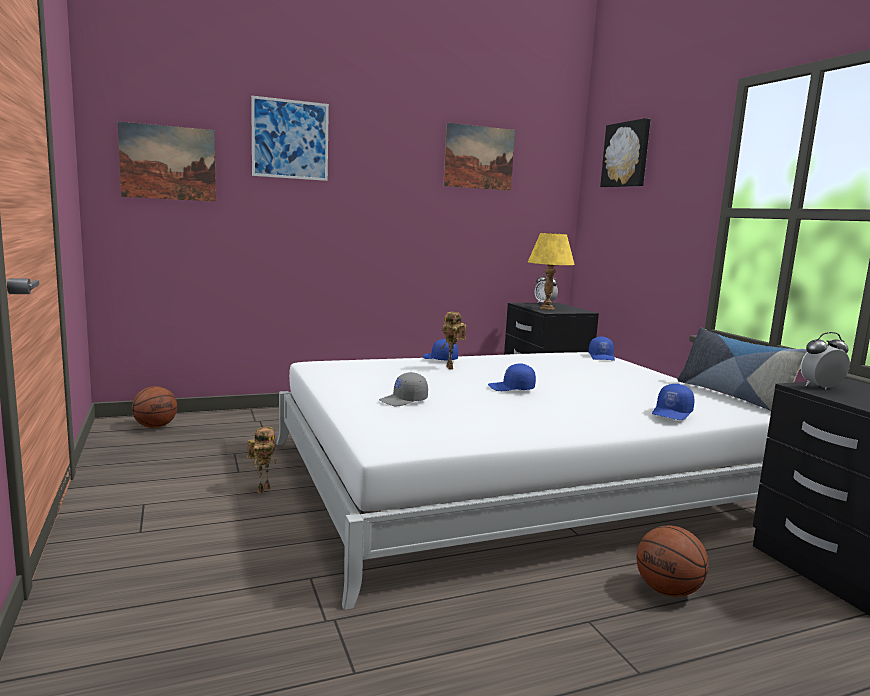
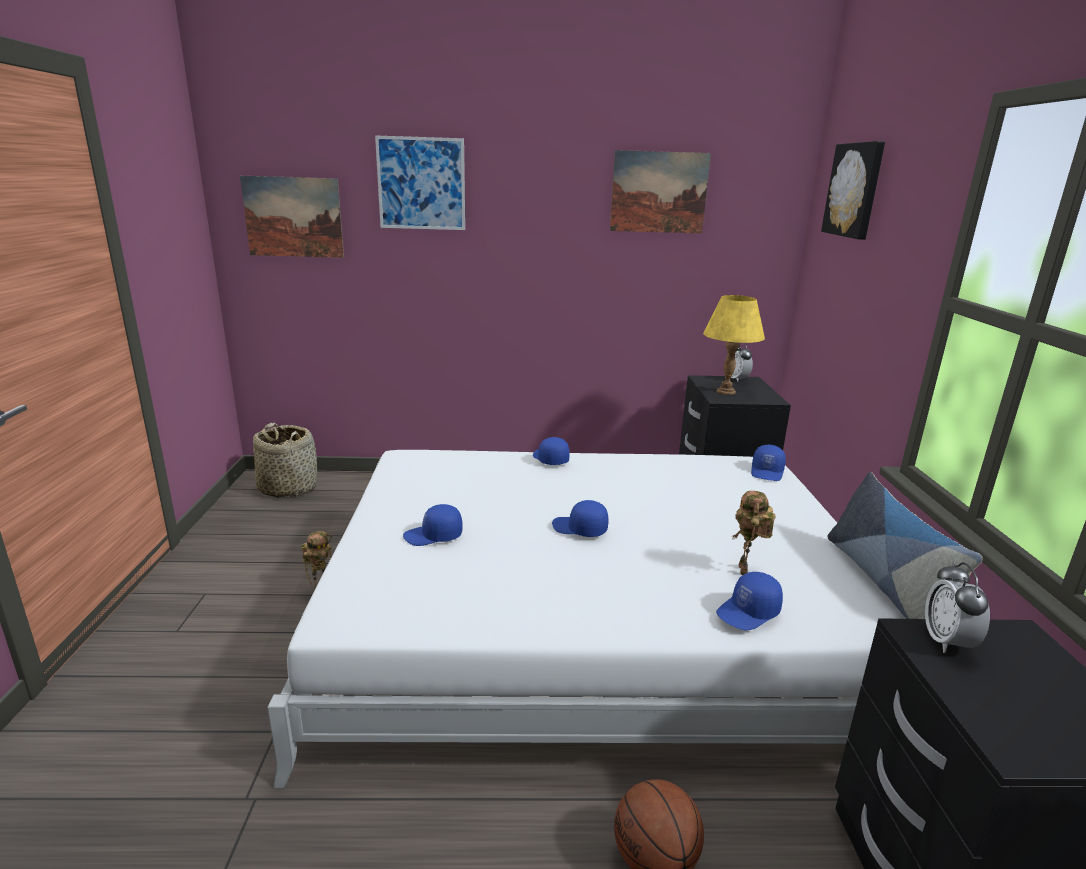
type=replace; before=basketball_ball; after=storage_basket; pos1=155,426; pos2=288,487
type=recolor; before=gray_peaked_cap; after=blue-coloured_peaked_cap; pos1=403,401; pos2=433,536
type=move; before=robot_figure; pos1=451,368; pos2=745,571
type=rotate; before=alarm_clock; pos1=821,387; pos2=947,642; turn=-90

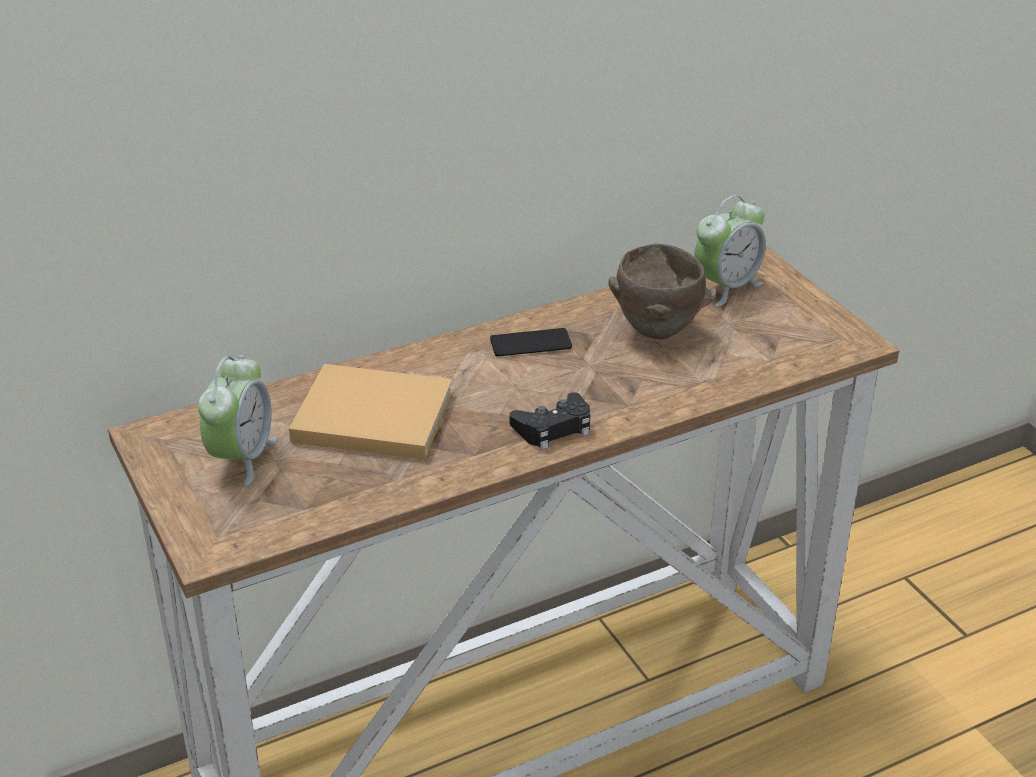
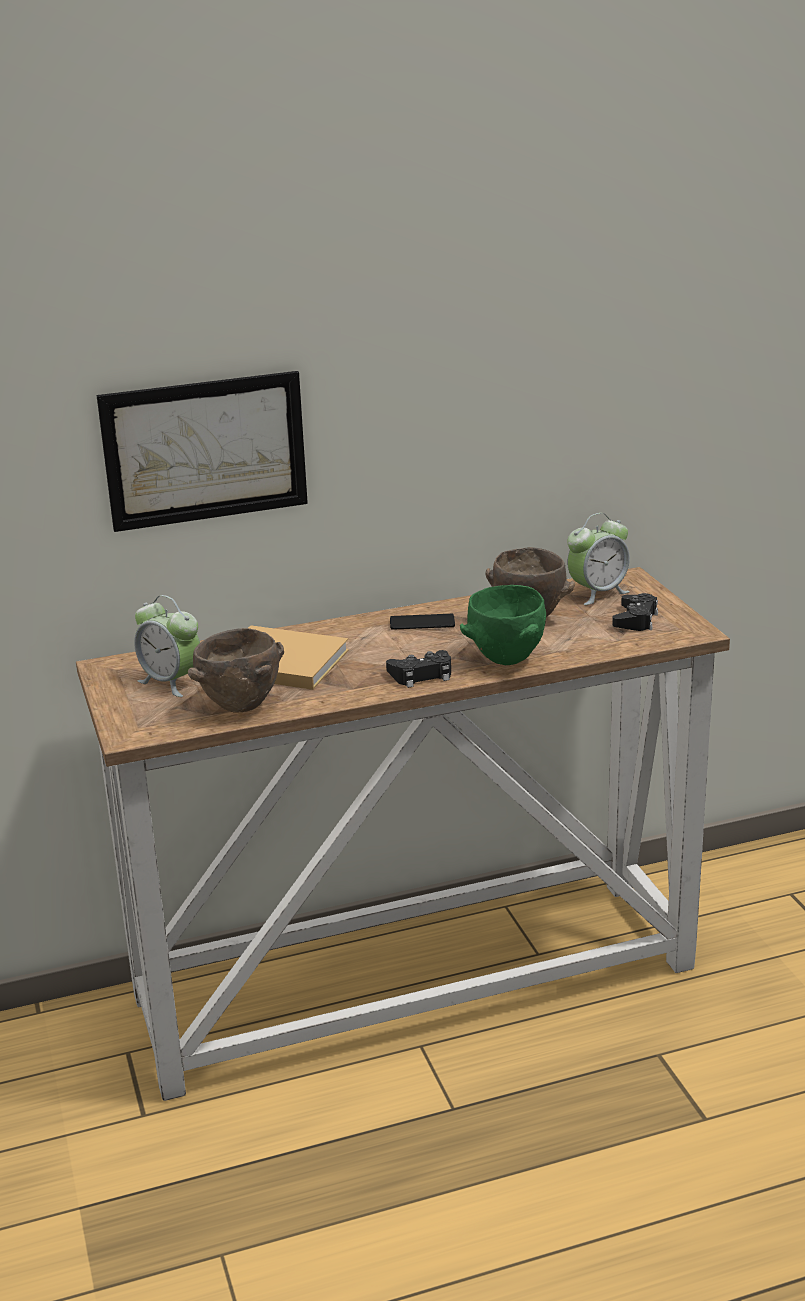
type=rotate; before=alarm_clock; pos1=242,458; pos2=171,682; turn=105
type=insert; after=picture; pos2=205,450
type=insert; after=brownish_serving_bowl; pos2=241,706
type=insert; after=green-coloured_serving_bowl; pos2=505,659
type=insert; after=blackish_gamepad; pos2=635,619

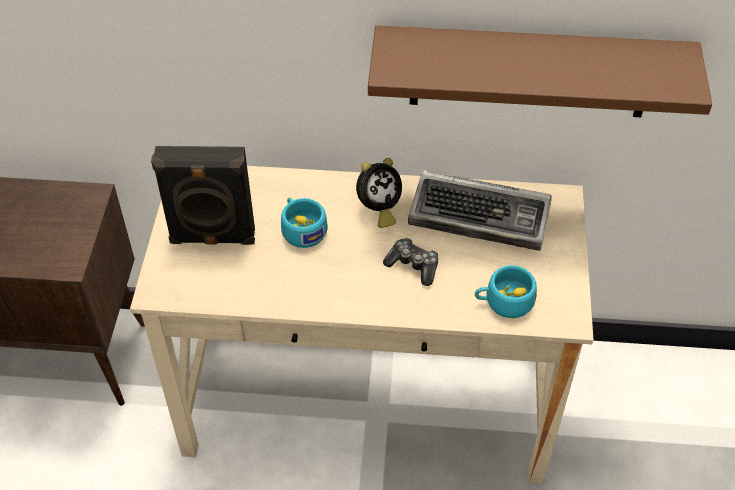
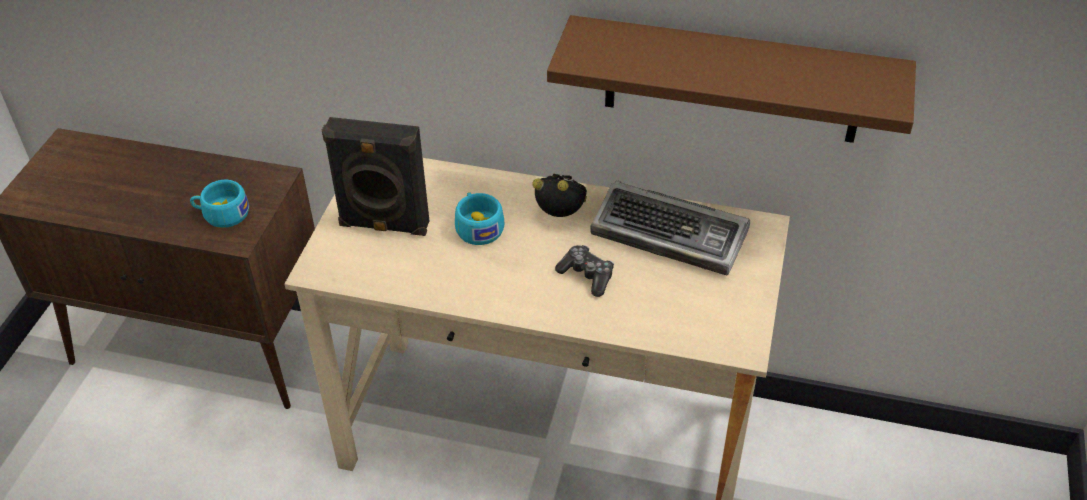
type=rotate; before=alarm_clock; pos1=378,209; pos2=562,216; turn=-135
type=move; before=turquoise_small_cup; pos1=503,301; pos2=221,214

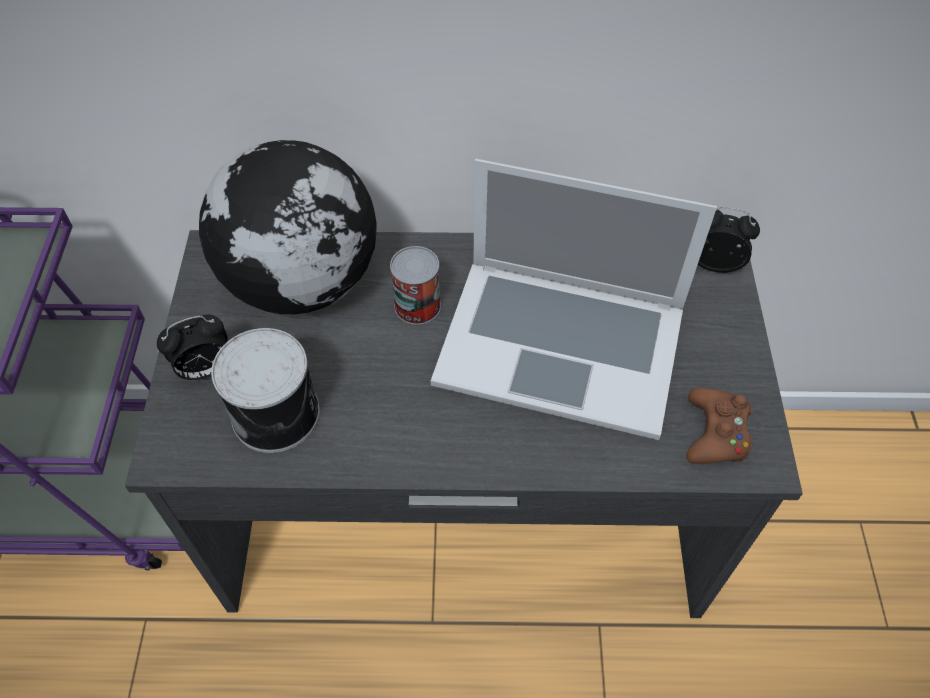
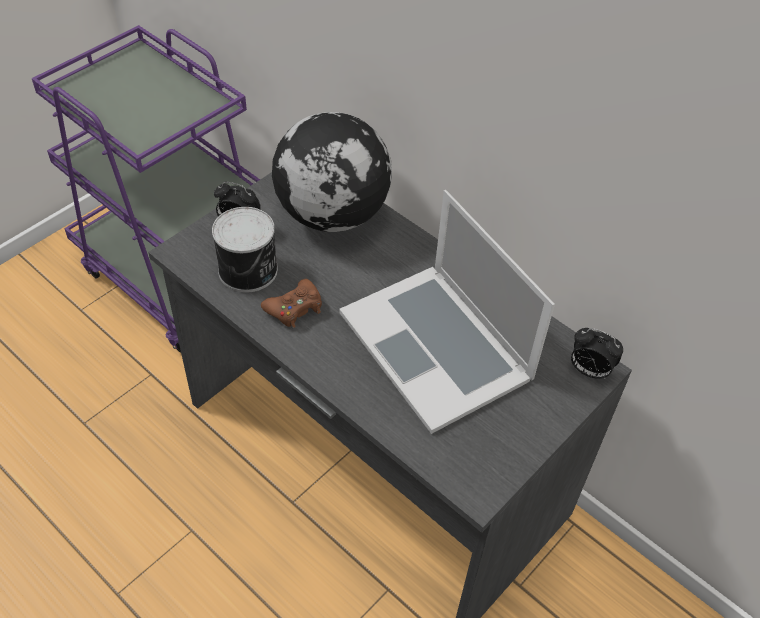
type=delete; before=sealed_can; pos1=417,306
type=move; before=brownish_gamepad; pos1=716,433; pos2=294,308
type=rotate; before=alarm_clock; pos1=715,263; pos2=589,370; turn=150

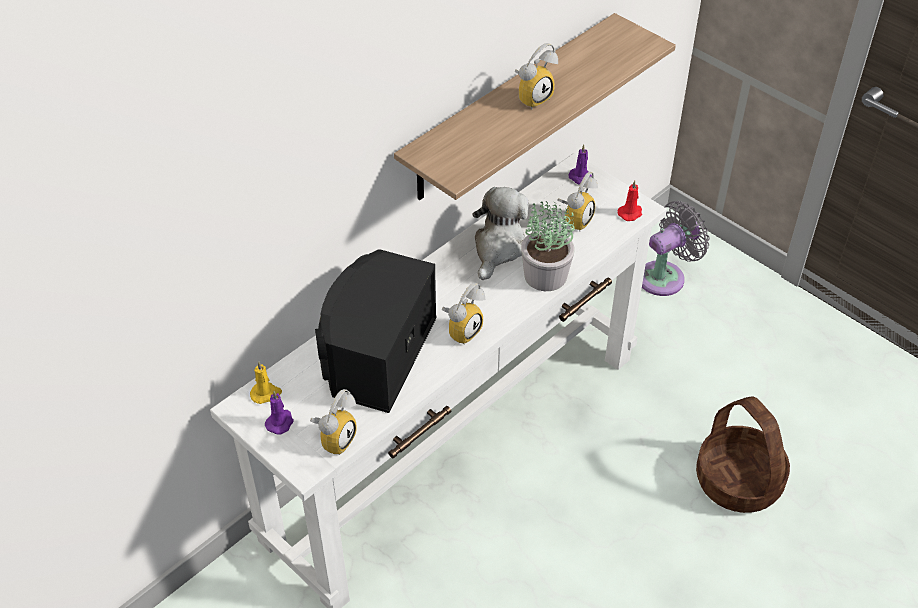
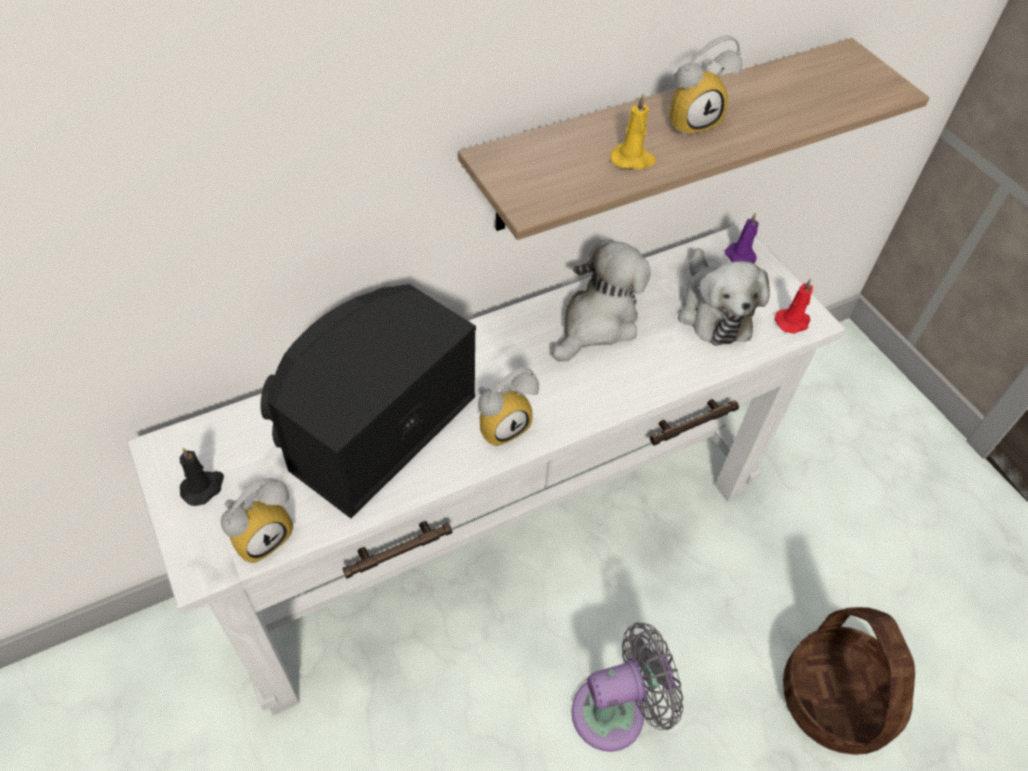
type=move; before=yellow-coloured_wax_candle; pos1=266,394; pos2=633,159
type=recolor; before=purple_wax_candle; after=blackish_wax_candle; pos1=280,422; pos2=203,487
type=delete; before=houseplant; pos1=545,276
type=replace; before=alarm_clock; after=plush_toy; pos1=575,219; pos2=713,310
type=move; before=gray_electric_fan; pos1=665,276; pos2=616,711

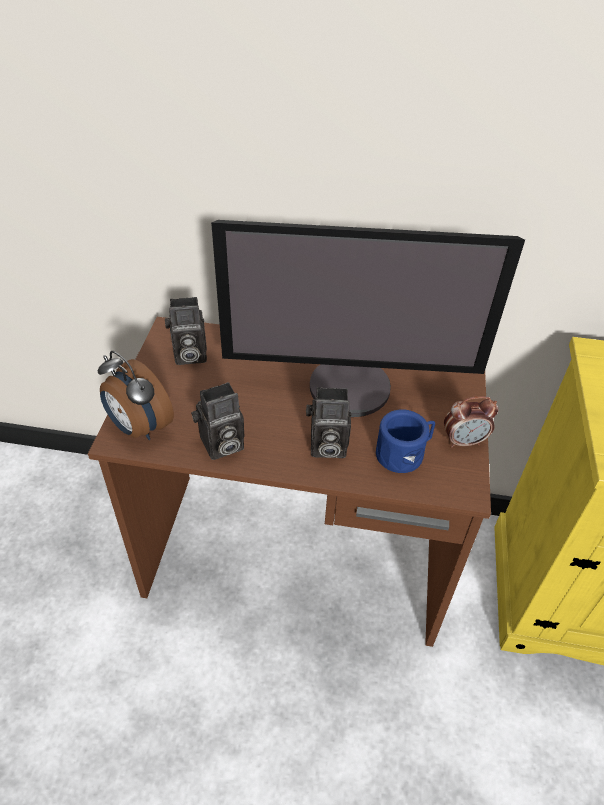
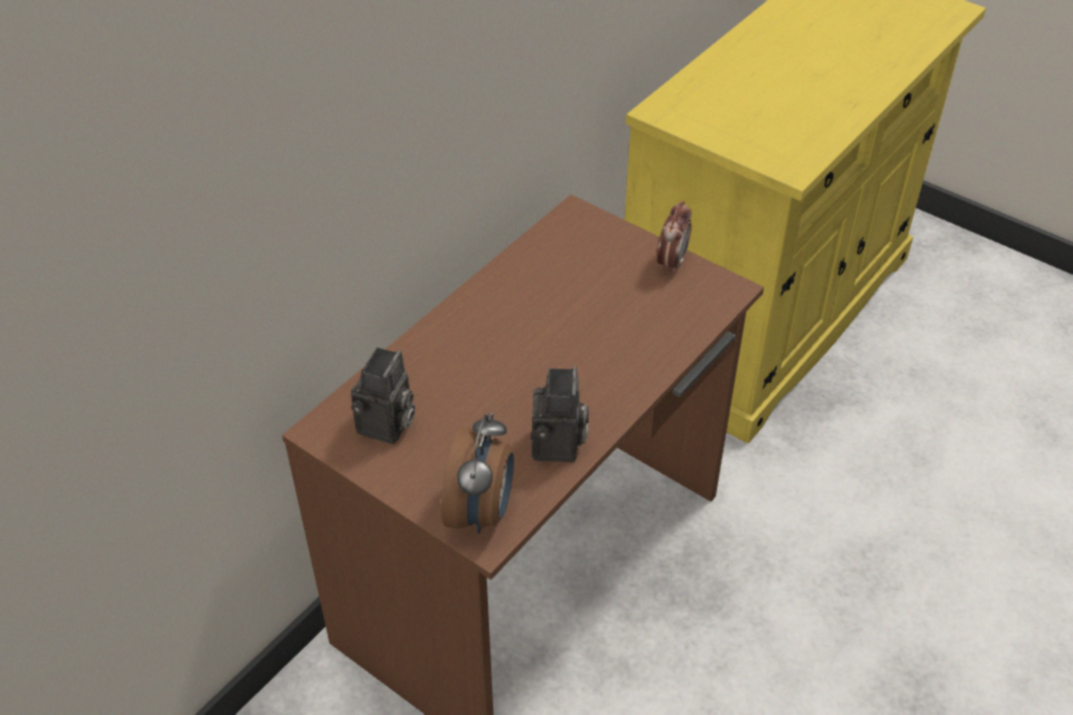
type=rotate; before=alarm_clock; pos1=139,428; pos2=481,511; turn=-60
type=delete; before=computer_screen; pos1=351,385
type=delete; before=still_camera; pos1=325,446
type=delete; before=blue-coloured_tea_mug; pos1=404,453

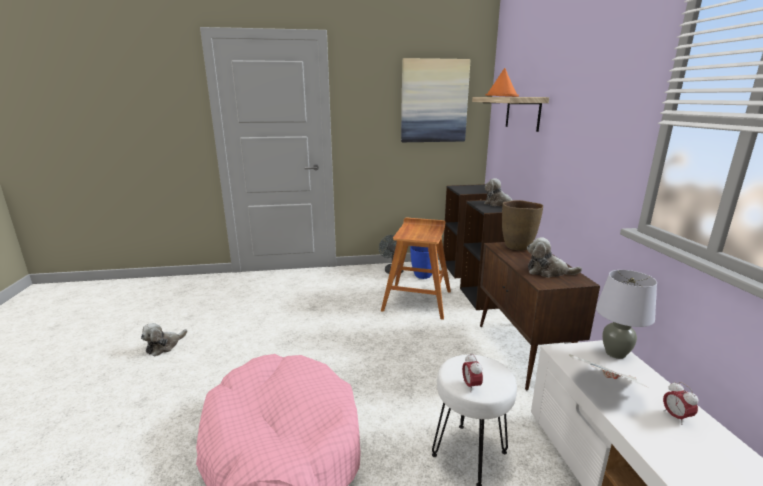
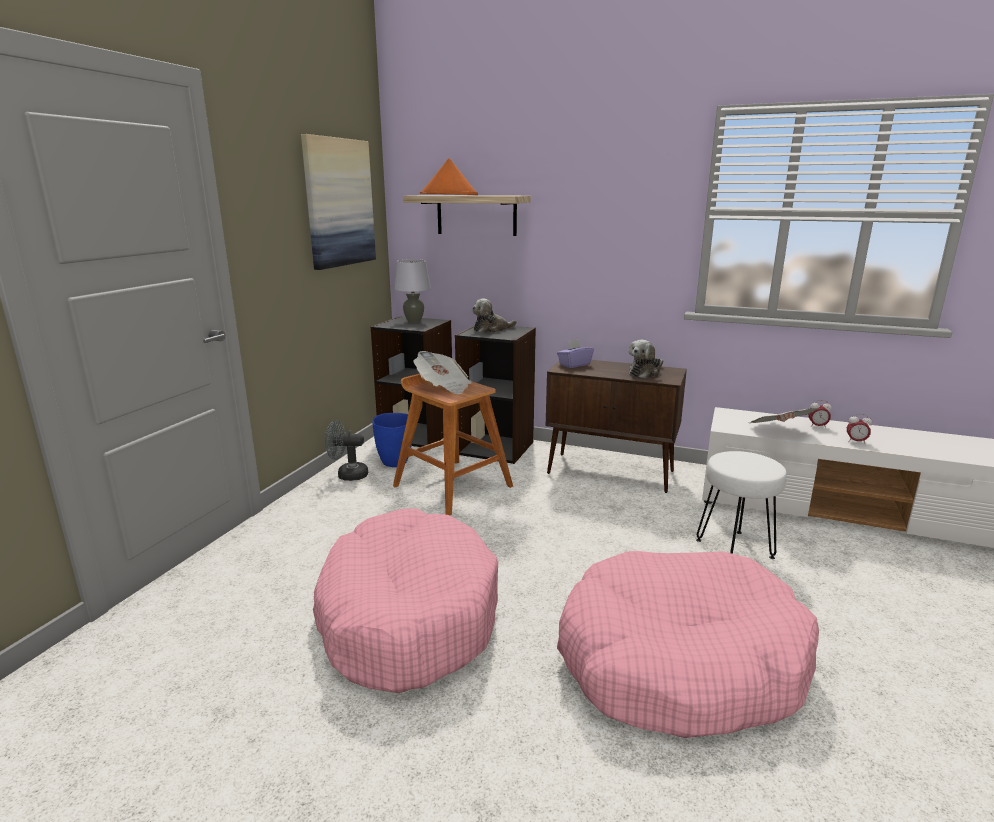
type=delete; before=plush_toy; pos1=164,346
type=move; before=alarm_clock; pos1=471,386; pos2=856,442
type=replace; before=brownish_vase; after=purple_tissue_box; pos1=517,246; pos2=574,365
type=move; before=gray_table_lamp; pos1=615,353; pos2=414,321
type=insert; after=pink_dog_cushion; pos2=407,615
type=insert; after=daily_paper; pos2=443,387

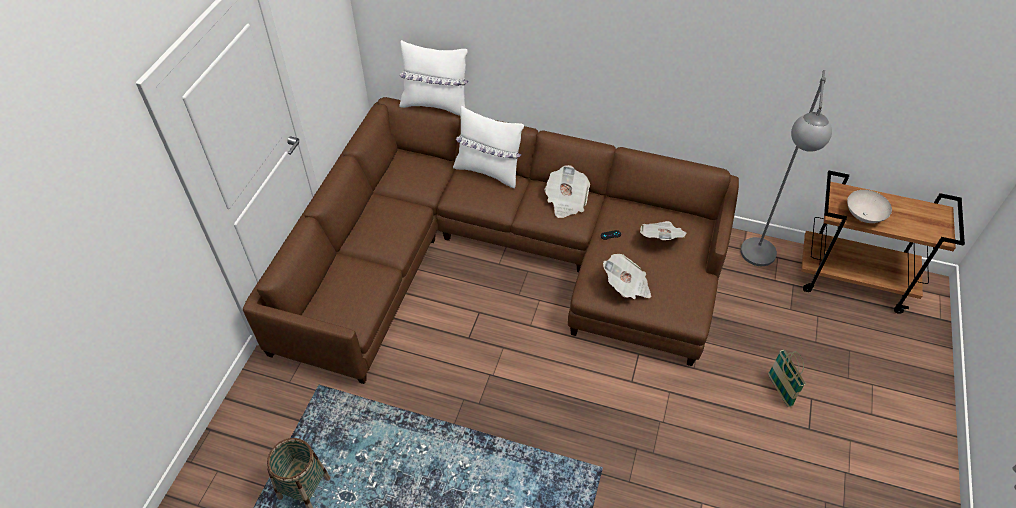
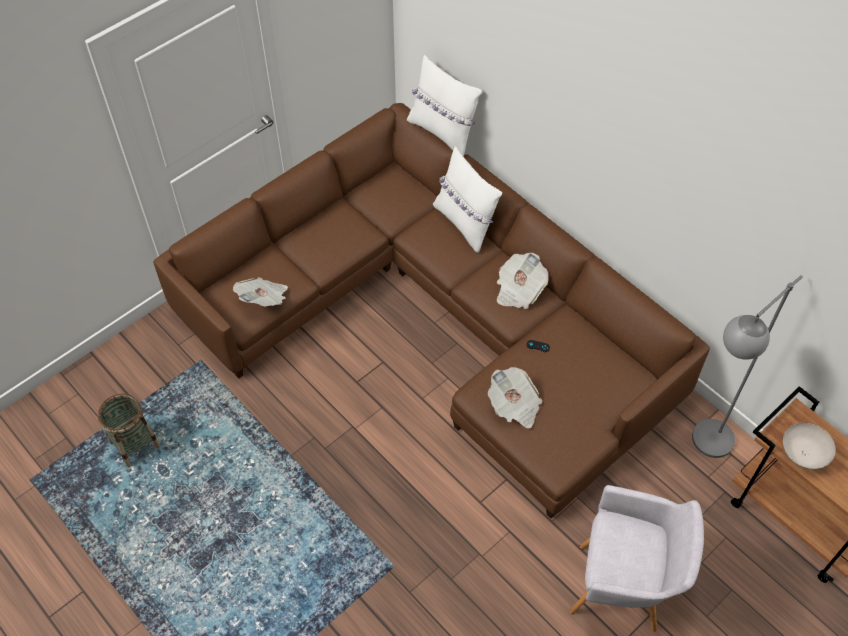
type=move; before=daily_paper; pos1=661,238; pos2=264,299
type=replace; before=storage_basket; after=gray_lounge_chair; pos1=779,390; pos2=623,589

